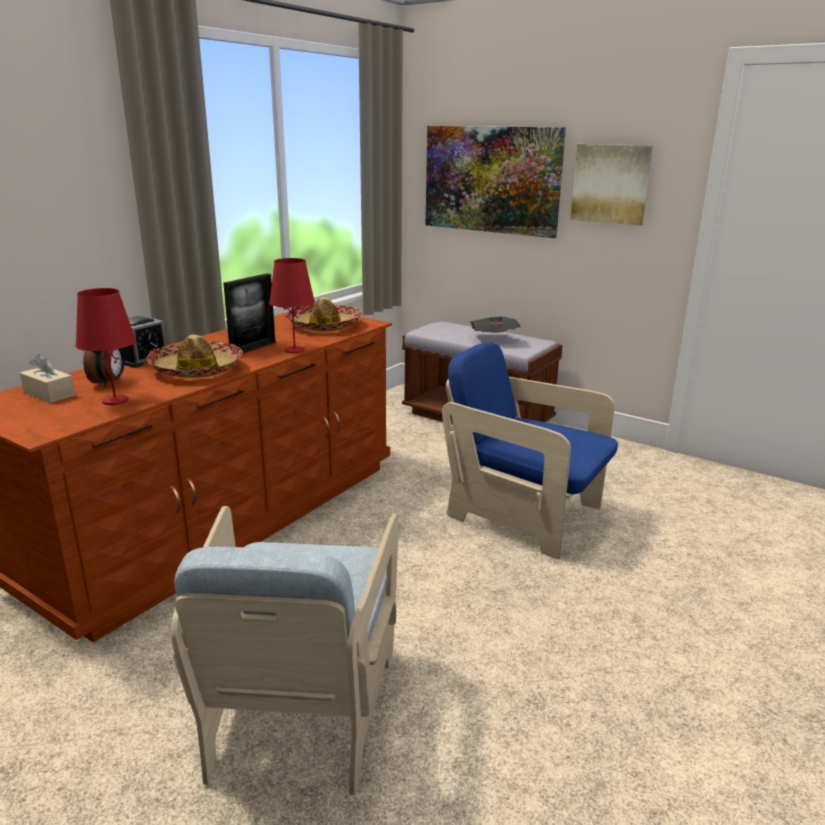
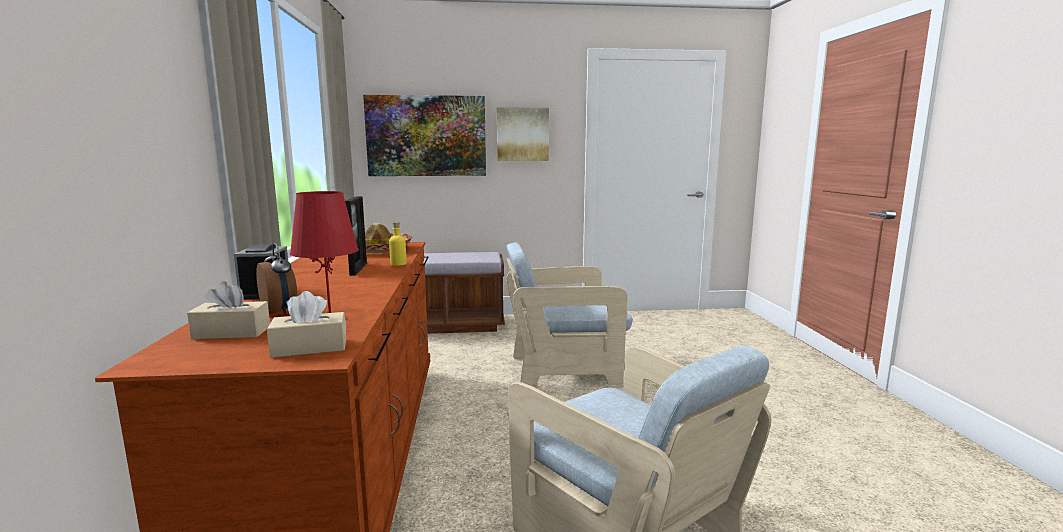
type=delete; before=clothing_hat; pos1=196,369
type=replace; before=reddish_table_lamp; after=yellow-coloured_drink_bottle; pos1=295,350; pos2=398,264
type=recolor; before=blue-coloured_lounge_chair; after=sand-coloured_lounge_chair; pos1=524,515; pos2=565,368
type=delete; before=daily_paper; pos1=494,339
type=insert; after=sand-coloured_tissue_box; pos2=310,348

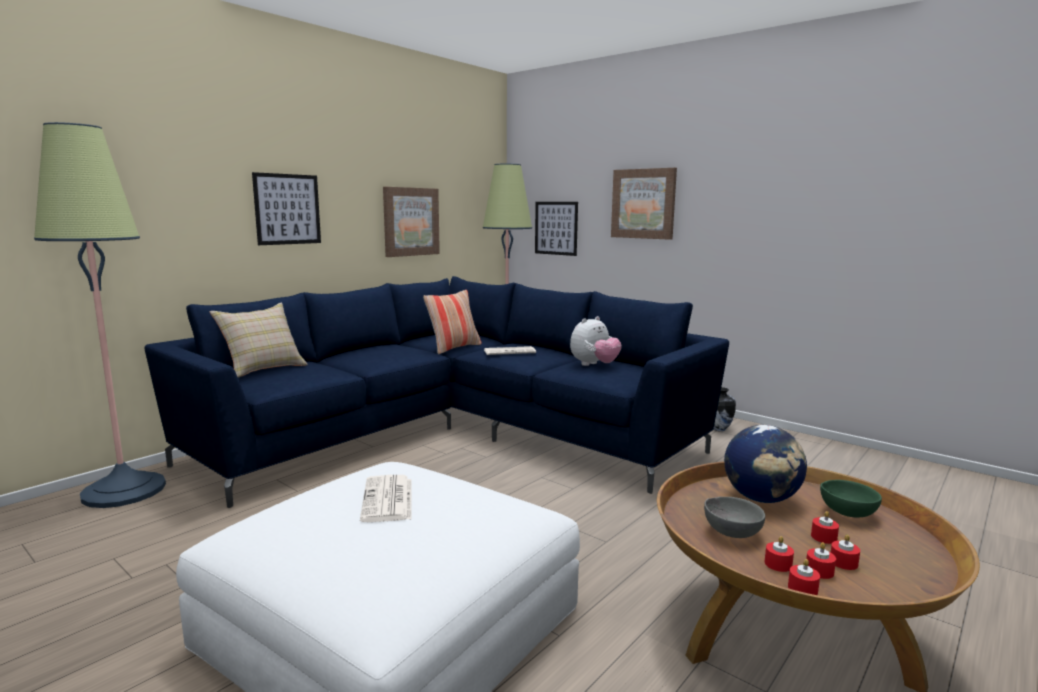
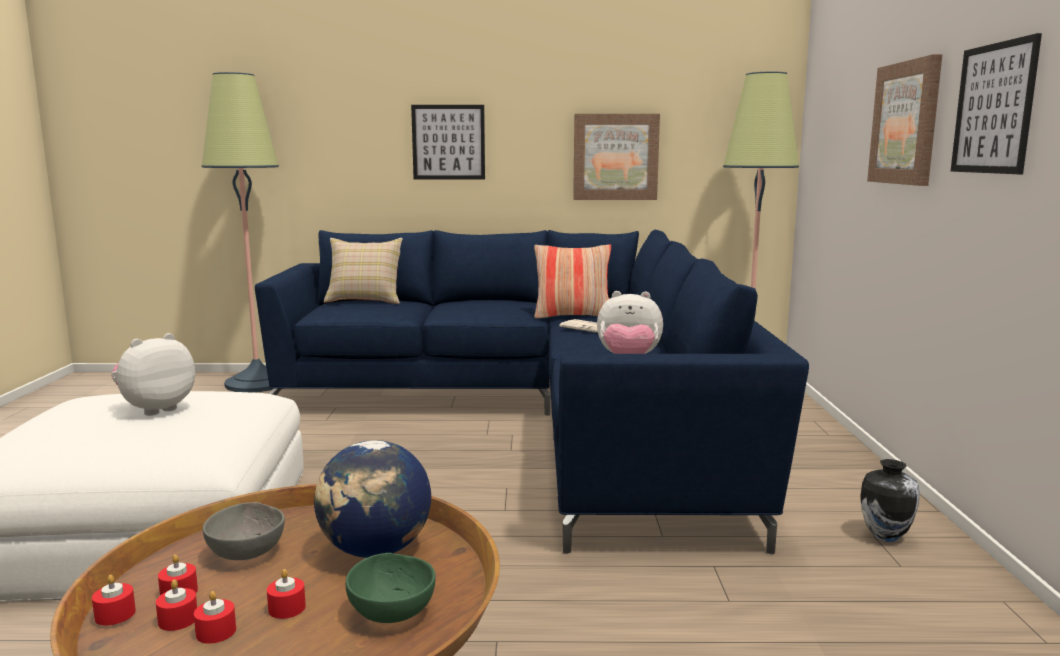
type=replace; before=daily_paper; after=plush_toy; pos1=388,500; pos2=155,409
type=move; before=picture; pos1=556,228; pos2=993,108

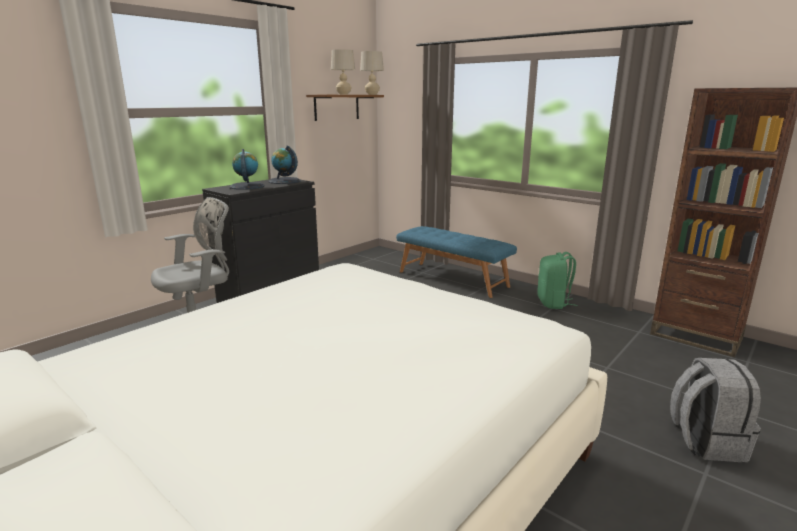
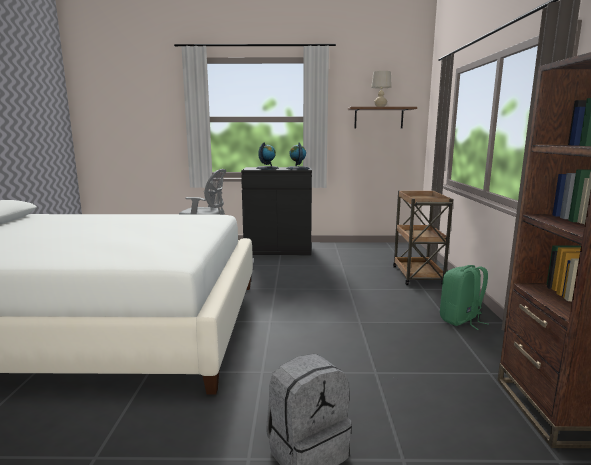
type=delete; before=sand-coloured_table_lamp; pos1=372,94
type=replace; before=blue-coloured_indoor_bench; after=brownish_trolley; pos1=453,279; pos2=417,276

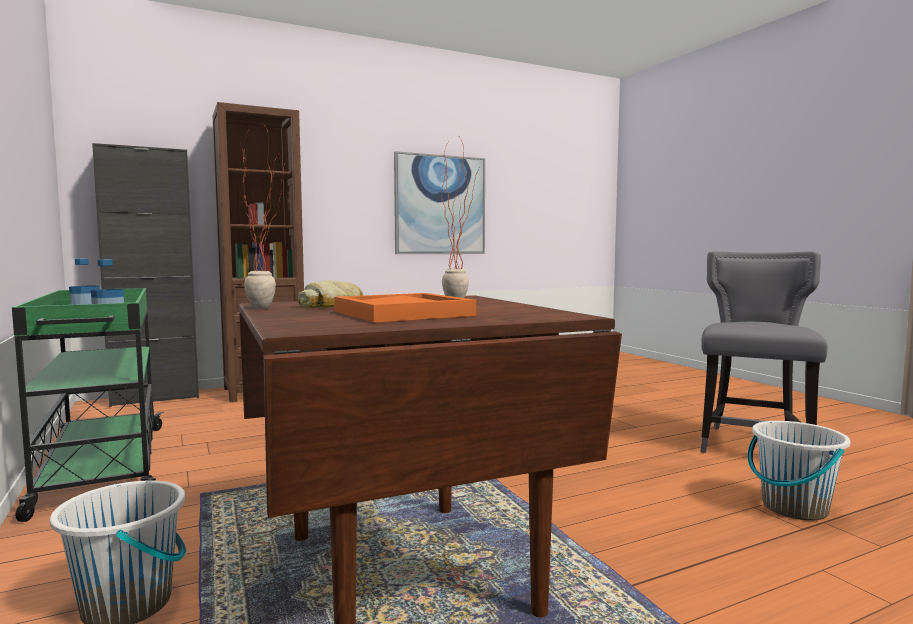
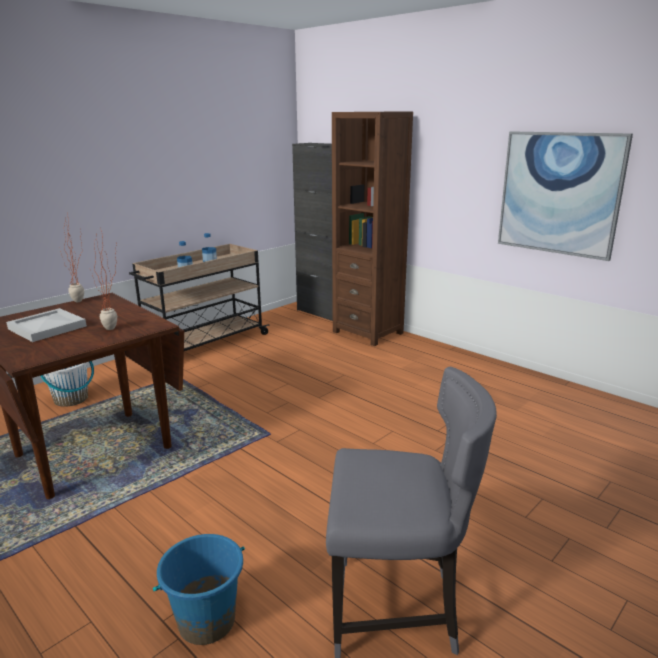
type=recolor; before=green-coloured_trolley; after=sand-coloured_trolley; pos1=103,467; pos2=204,344
type=delete; before=bread; pos1=333,305
type=recolor; before=orange-coloured_carrying_tray; after=white-coloured_carrying_tray; pos1=400,313; pos2=48,327
type=recolor; before=white-coloured_bucket; after=blue-coloured_bucket; pos1=794,508; pos2=206,621

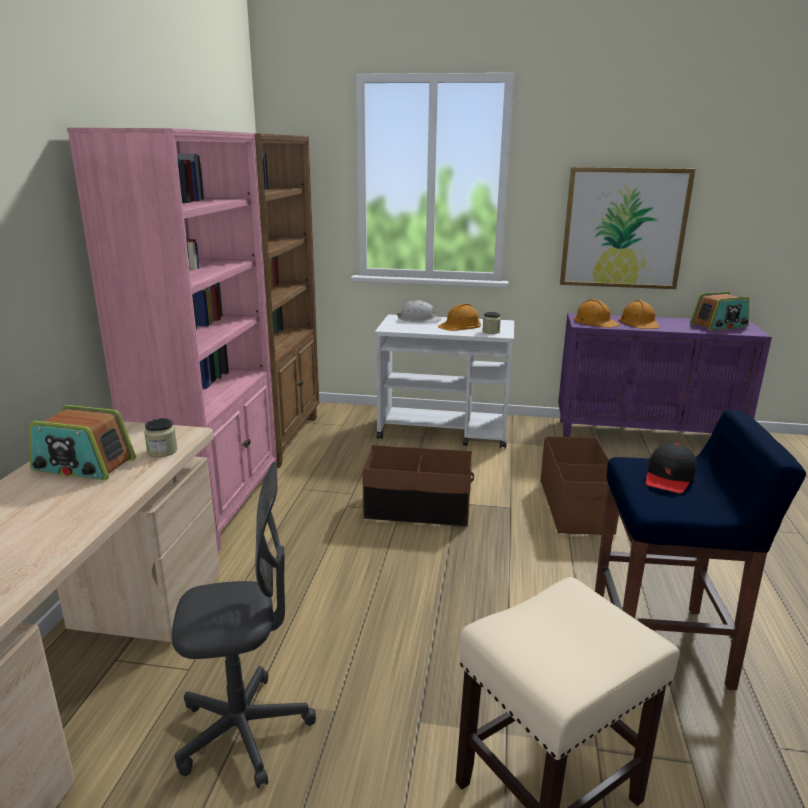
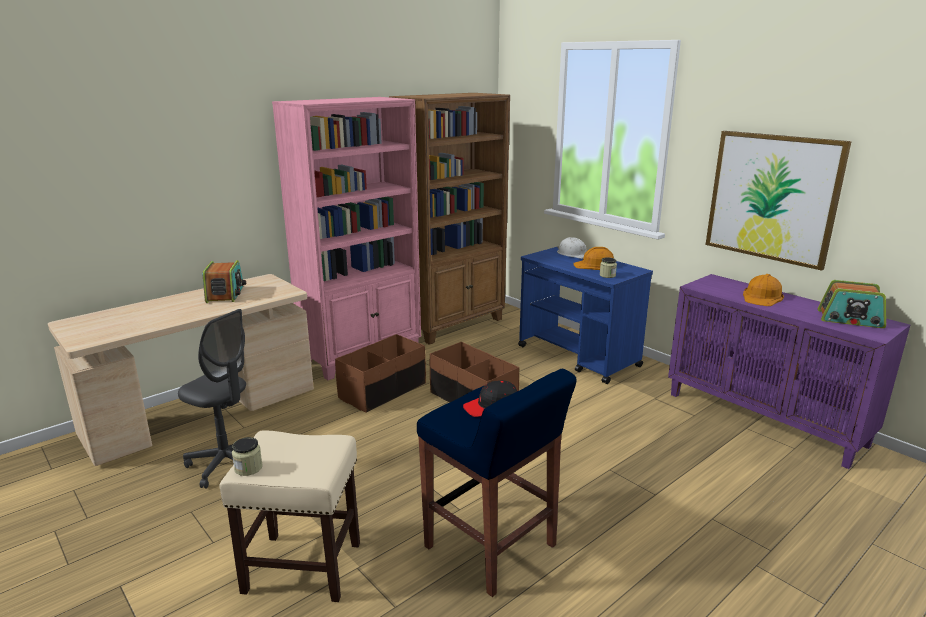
type=rotate; before=radio_receiver; pos1=84,465; pos2=225,294; turn=-150
type=move; before=jar; pos1=162,451; pos2=248,468
type=recolor; before=white-coloured_trolley; after=blue-coloured_trolley; pos1=444,431; pos2=579,356
type=move; before=brownish_storage_bin; pos1=575,507; pos2=383,391
type=delete; before=orange-coloured_safety_helmet; pos1=595,321

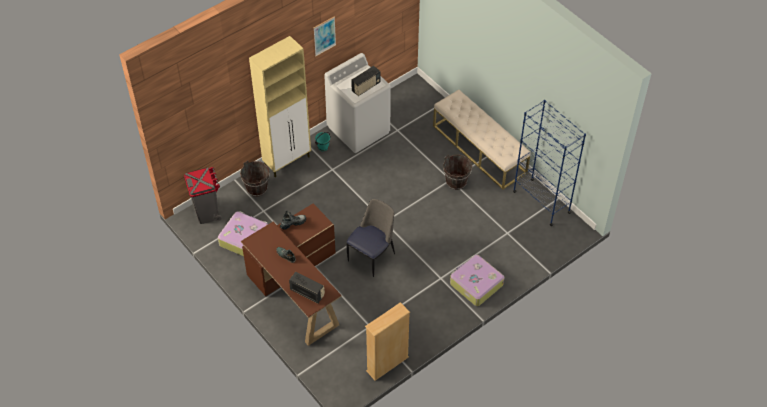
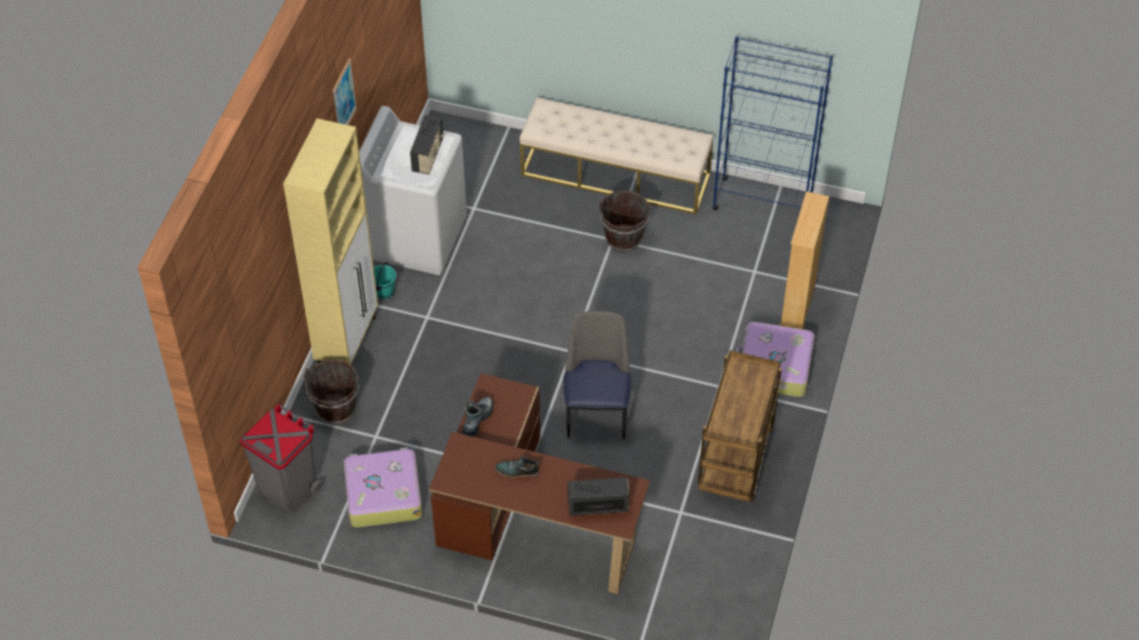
type=move; before=sand-coloured_shelving_unit; pos1=387,364; pos2=797,306
type=insert; after=brownish_trolley; pos2=736,462

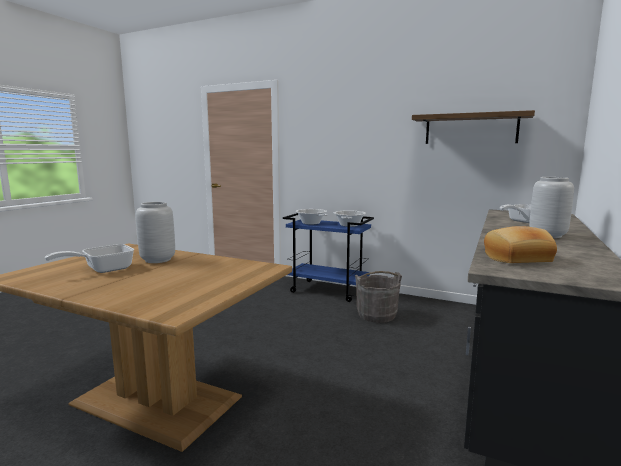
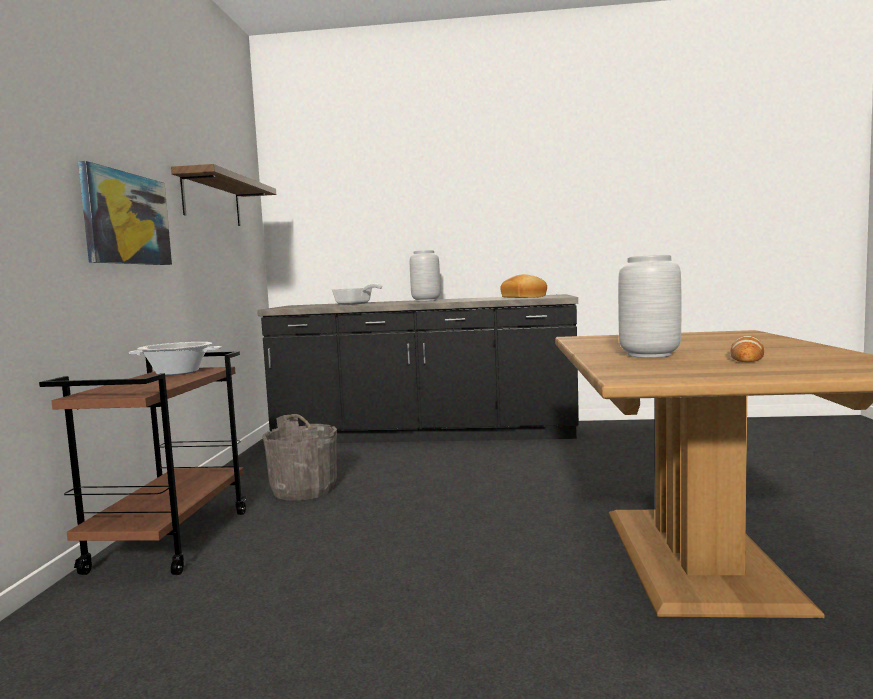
type=replace; before=pan; after=bread; pos1=102,269; pos2=747,356
type=recolor; before=blue-coloured_trolley; after=brownish_trolley; pos1=328,291; pos2=170,540
type=delete; before=cooking_pot; pos1=311,223
type=insert; after=picture; pos2=126,219

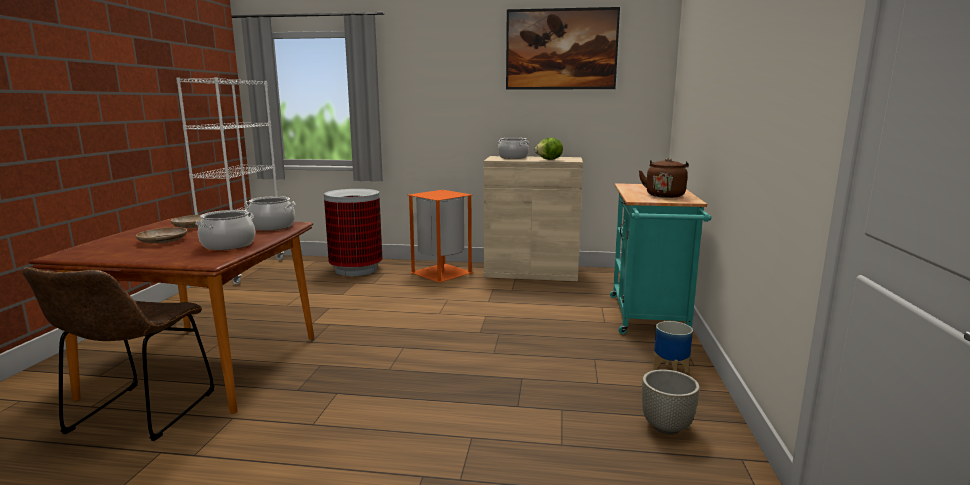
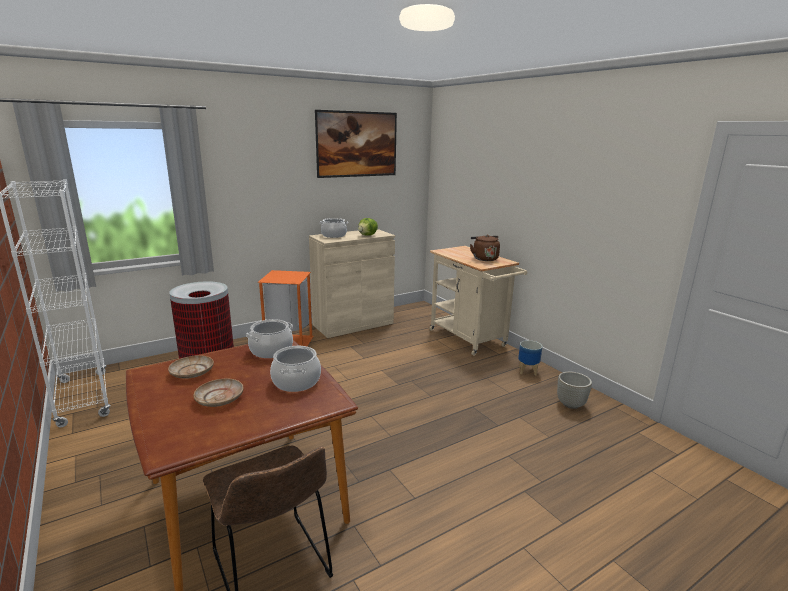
type=recolor; before=turquoise_trolley; after=sand-coloured_trolley; pos1=648,318; pos2=470,339

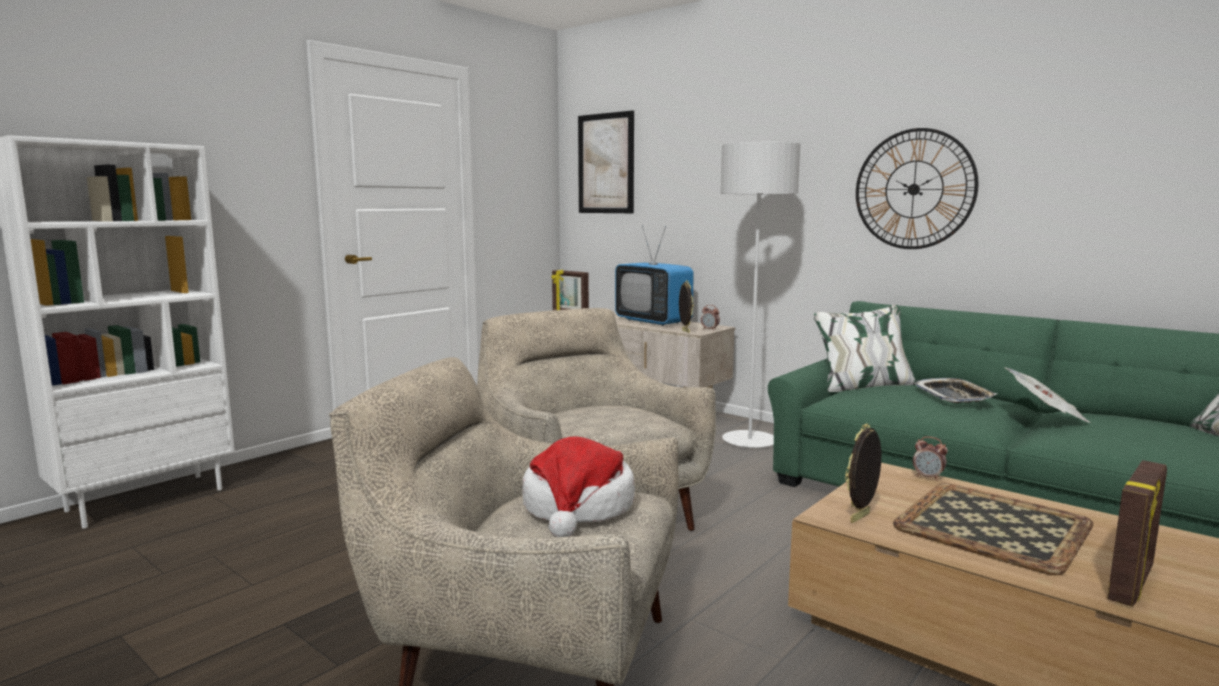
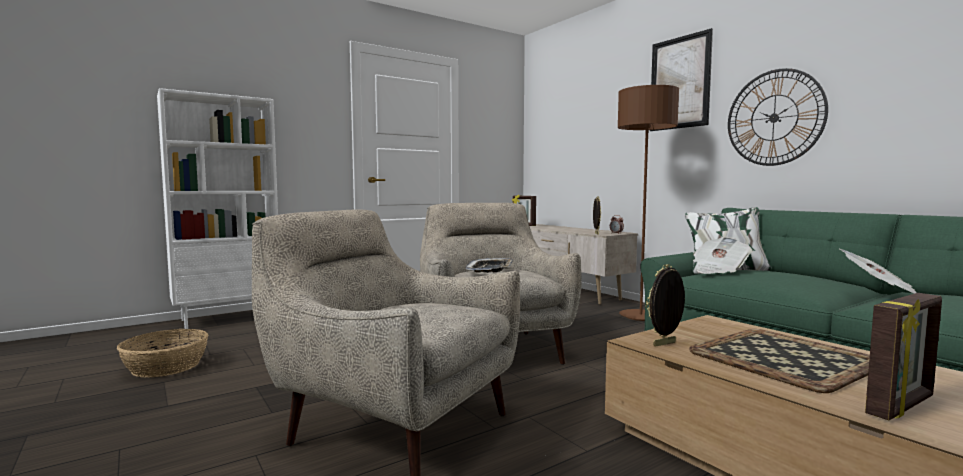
type=delete; before=clothing_hat; pos1=578,508
type=move; before=picture; pos1=606,163; pos2=680,83
type=delete; before=TV; pos1=653,321
type=recolor; before=gray_floor_lamp; after=brownish_floor_lamp; pos1=749,442; pos2=640,317
type=move; before=carrying_tray; pos1=953,396; pos2=490,269
type=delete; before=alarm_clock; pos1=928,477
type=insert; after=storage_basket; pos2=165,366
type=insert; after=daily_paper; pos2=718,270

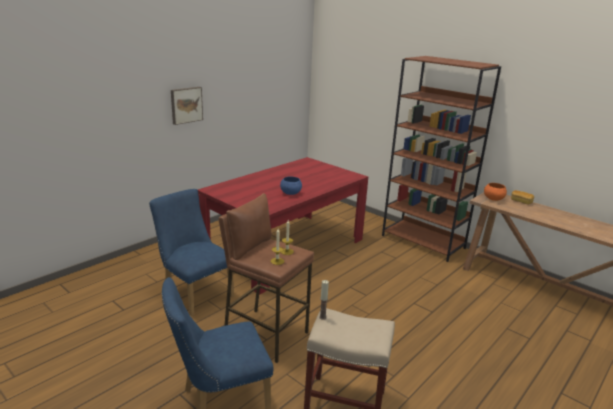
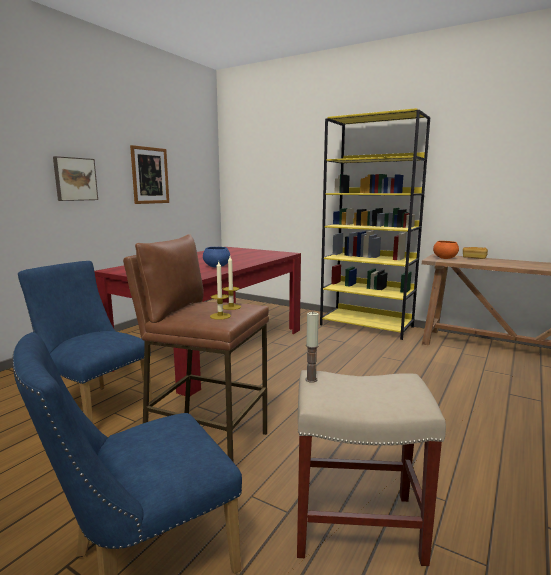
type=recolor; before=brownish_shelving_unit; after=yellow-coloured_shelving_unit; pos1=423,242; pos2=367,326
type=insert; after=picture; pos2=150,175

